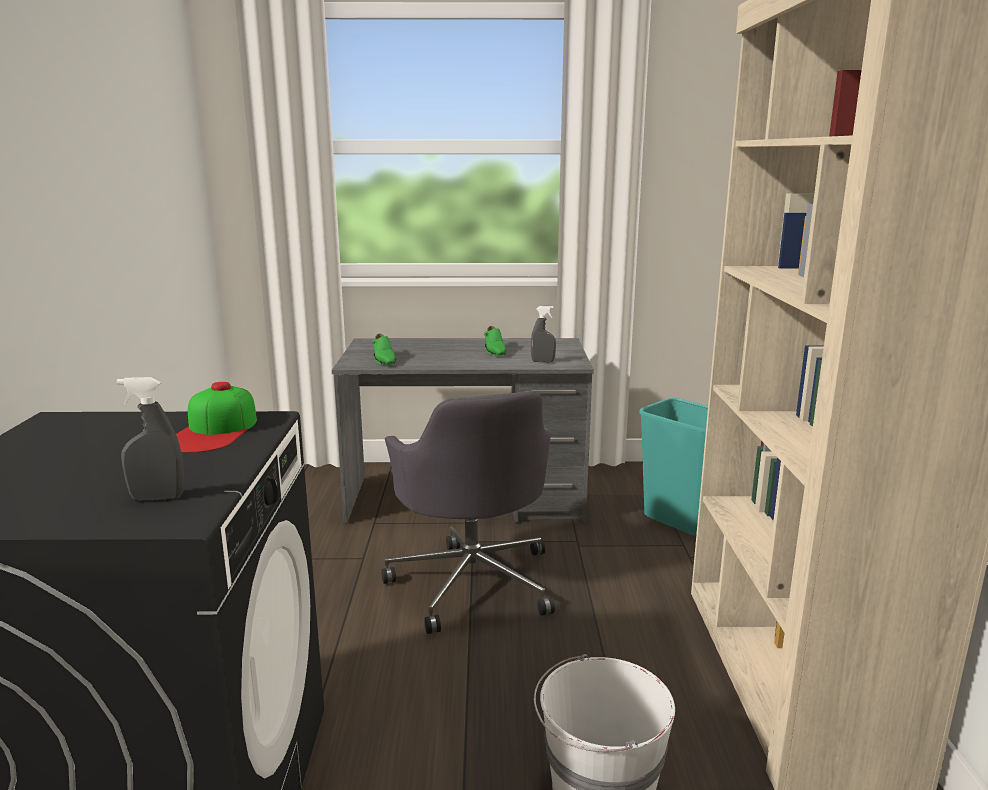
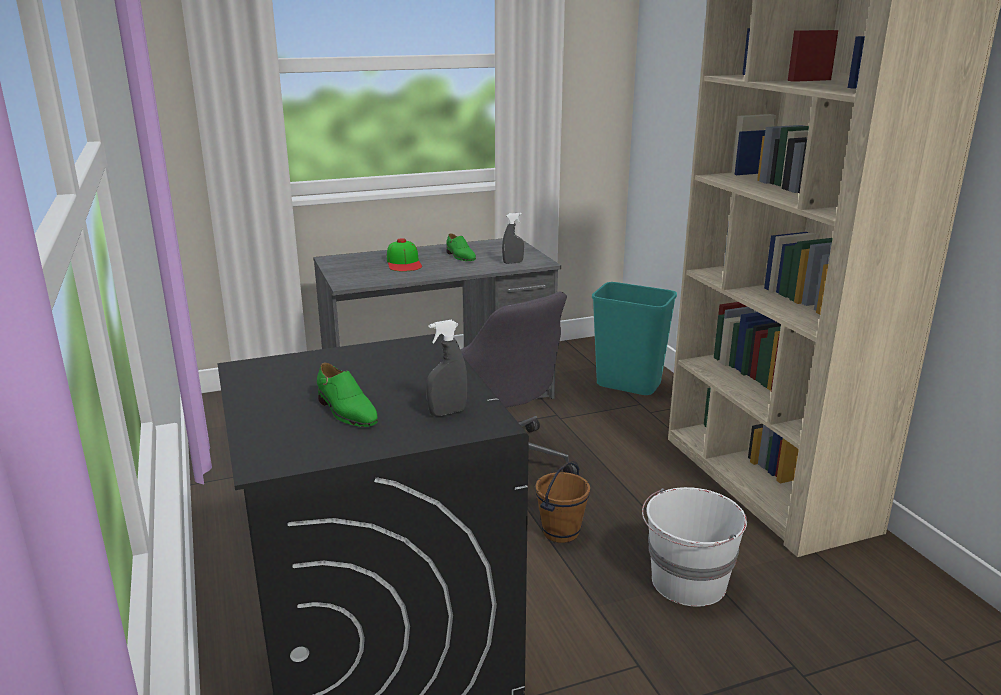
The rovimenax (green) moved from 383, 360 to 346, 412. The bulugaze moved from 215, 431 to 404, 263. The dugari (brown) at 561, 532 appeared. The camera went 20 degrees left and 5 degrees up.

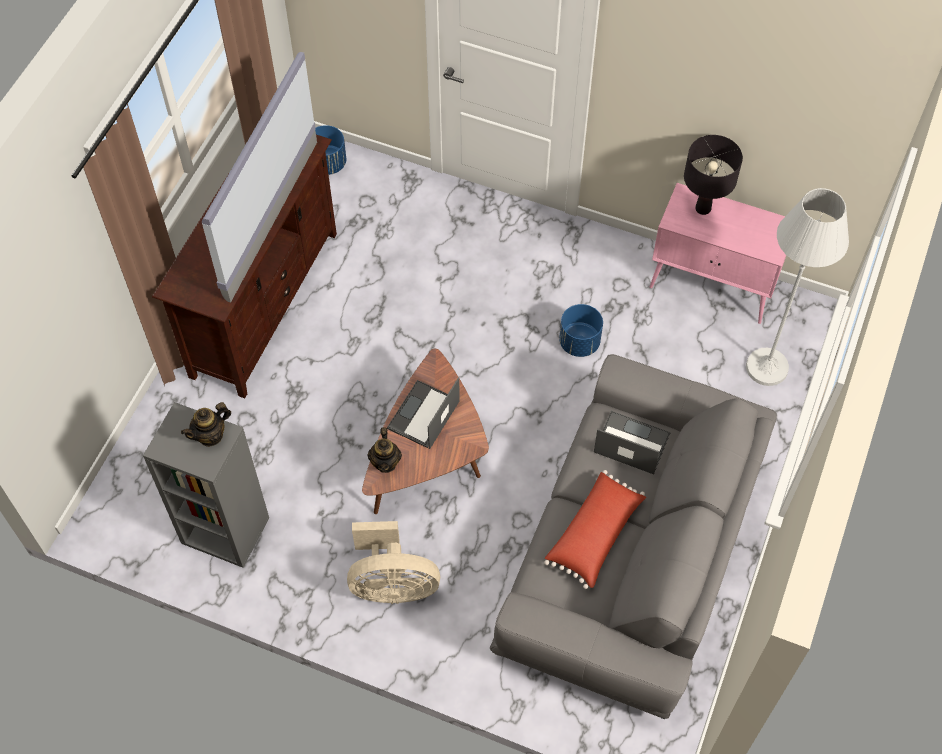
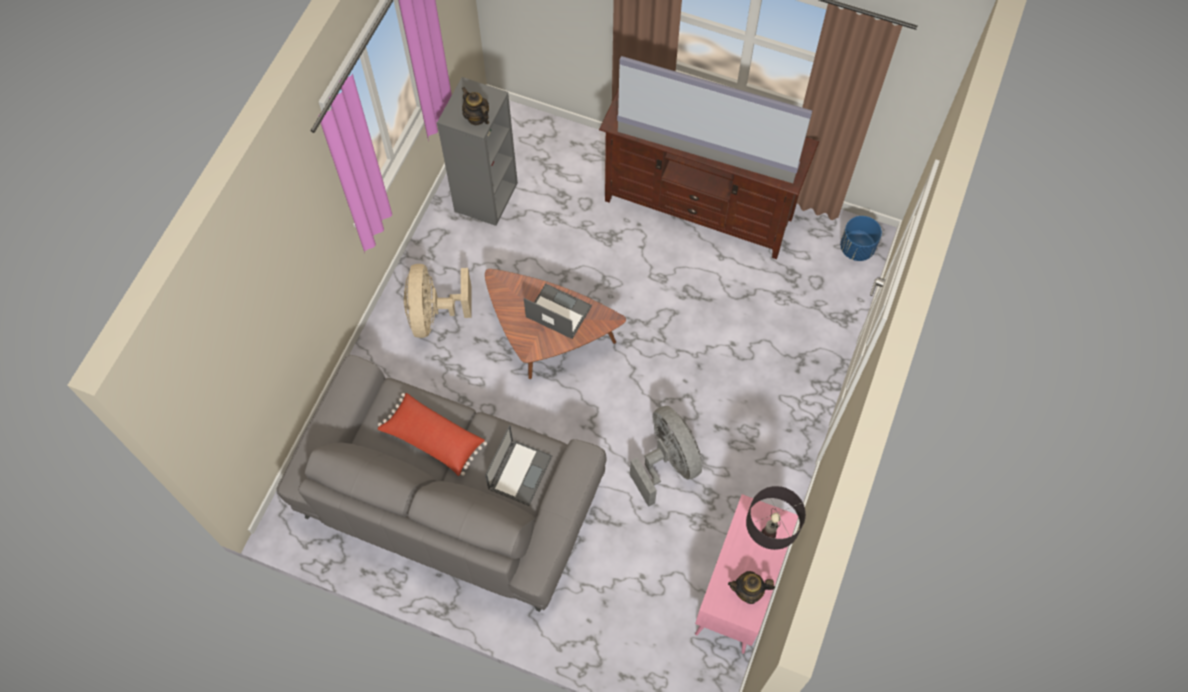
The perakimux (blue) at 579, 343 was replaced by the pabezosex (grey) at 667, 463. The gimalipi moved from 385, 462 to 748, 591. The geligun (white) at 766, 367 disappeared. The camera went 90 degrees right and 5 degrees up.

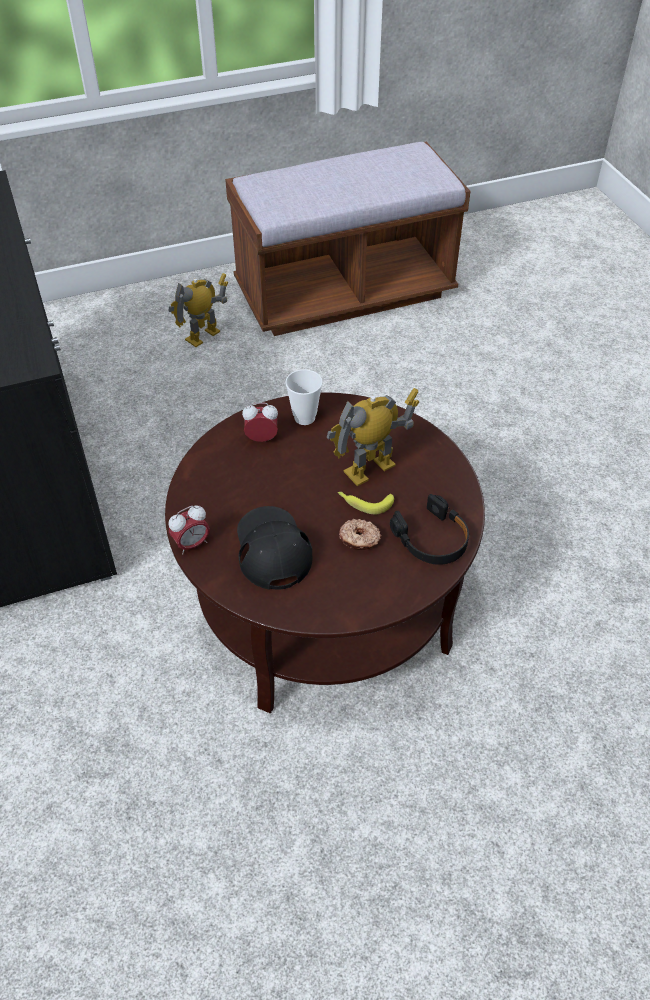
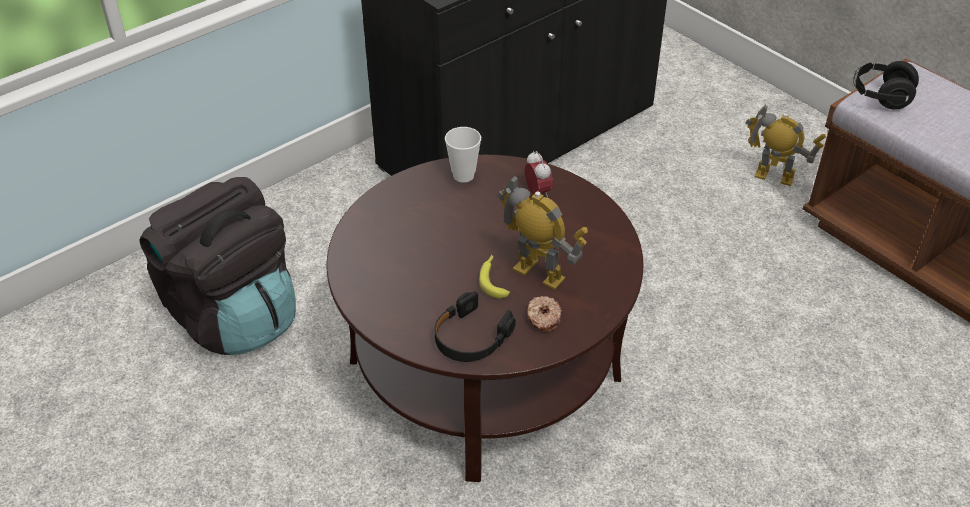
The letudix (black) at 232, 315 appeared. The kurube moved from 304, 417 to 463, 175. The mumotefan moved from 359, 539 to 543, 318. The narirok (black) at 880, 97 appeared. The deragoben at 191, 544 disappeared. The bulugaze (black) at 272, 549 disappeared. The camera went 70 degrees right and 5 degrees down.

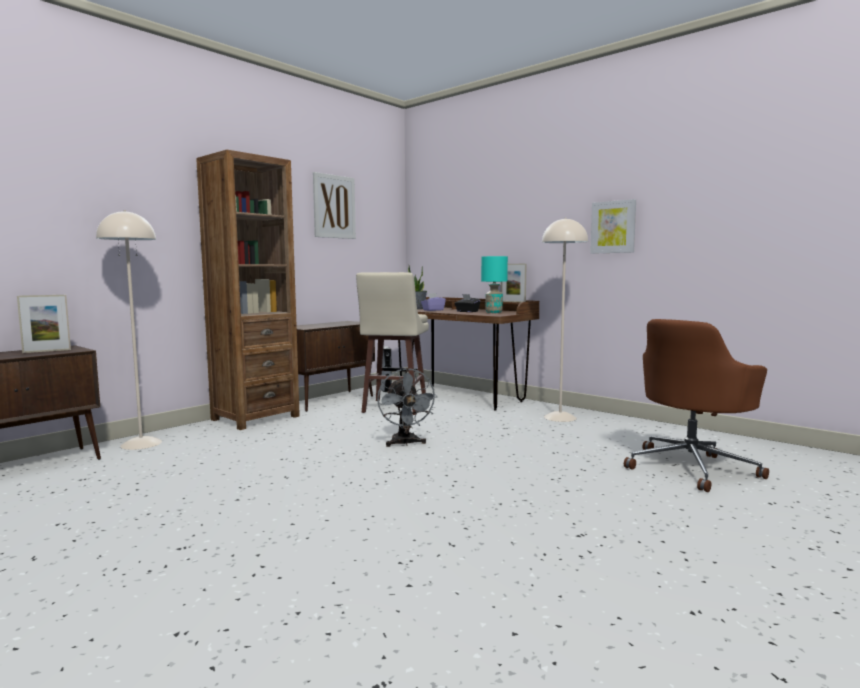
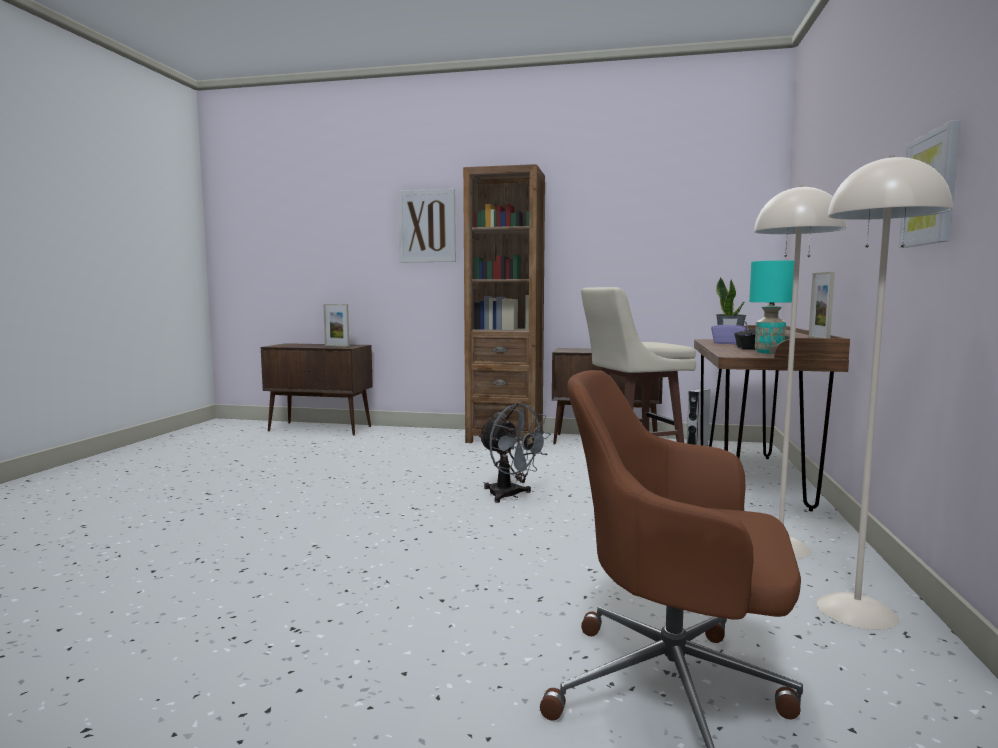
The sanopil moved from 334, 206 to 427, 226. The pabezosex (grey) at 405, 443 turned 90 degrees counterclockwise. The geligun (beige) moved from 141, 443 to 856, 610. The camera went 60 degrees right and 0 degrees up.

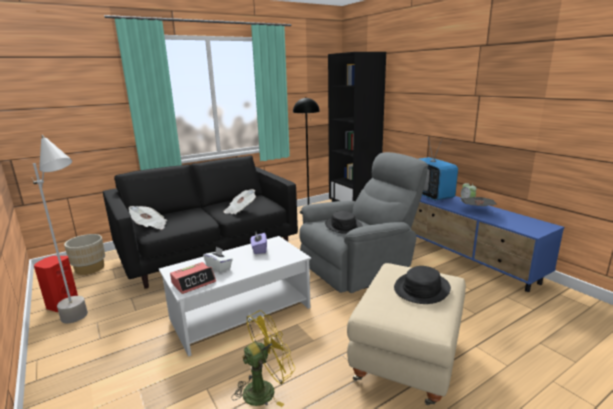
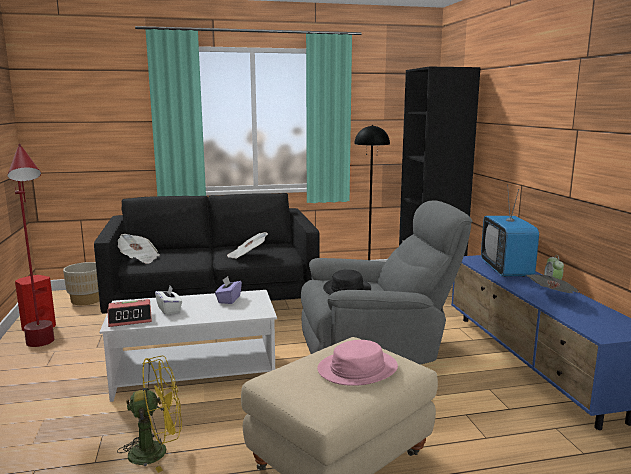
The geligun (grey) at 84, 322 became the geligun (red) at 44, 349. The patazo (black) at 421, 288 became the patazo (pink) at 357, 369. The camera went 20 degrees right and 5 degrees down.

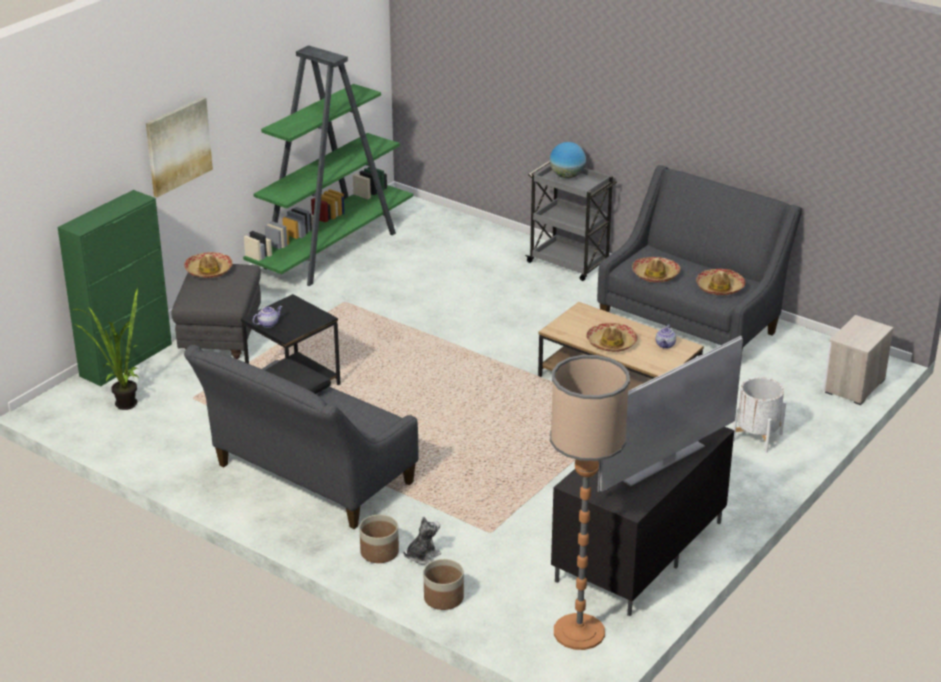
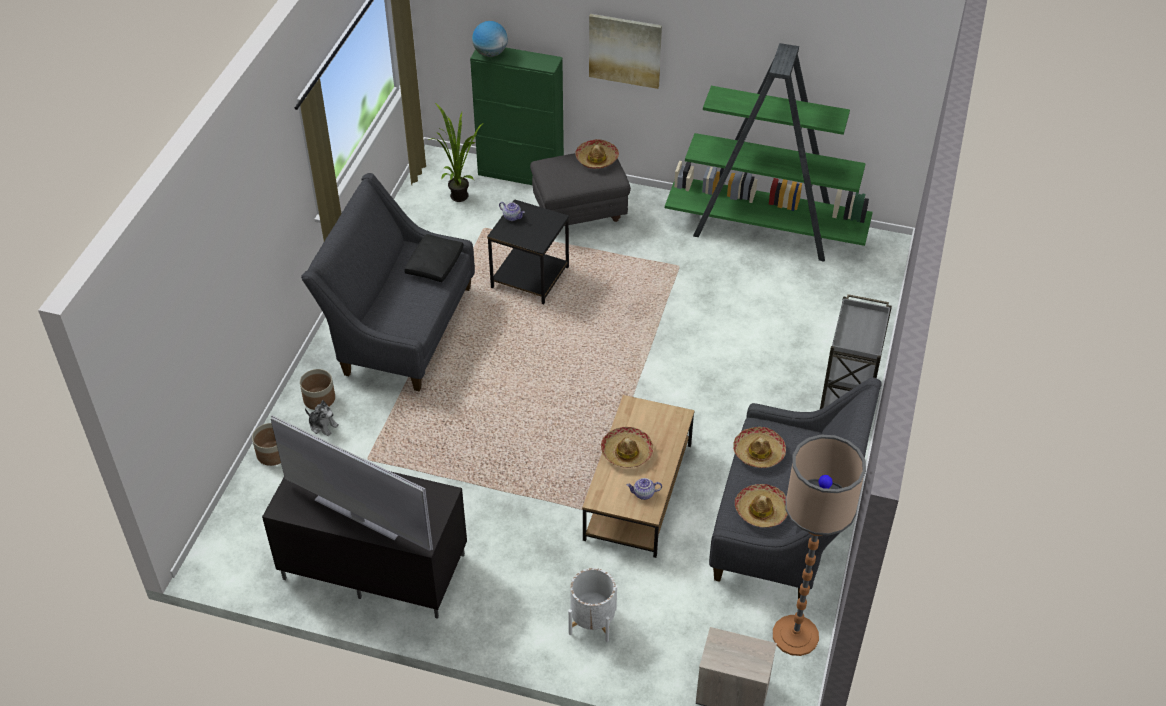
The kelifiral moved from 567, 176 to 490, 53. The geligun moved from 579, 632 to 795, 636. The camera went 70 degrees right and 15 degrees up.

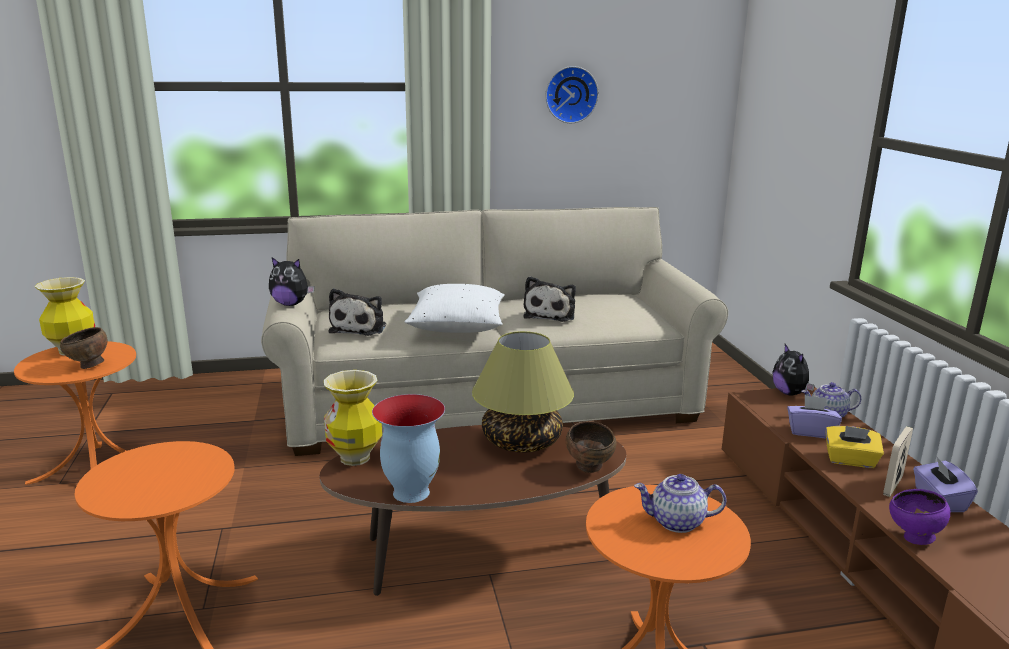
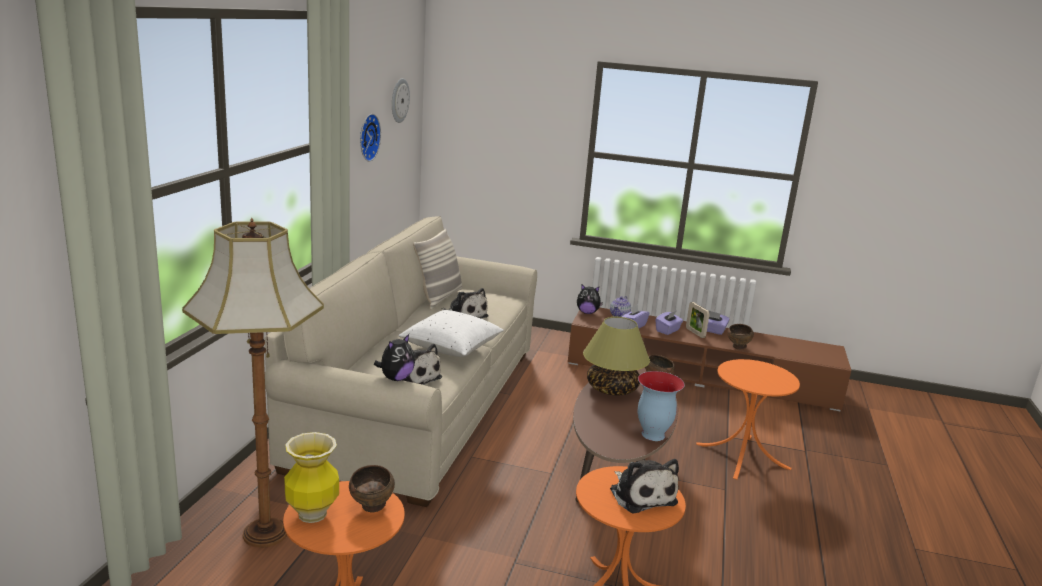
The geligun at 263, 533 appeared. The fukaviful at 399, 100 appeared. The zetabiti at 439, 298 appeared. The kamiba at 641, 494 appeared. The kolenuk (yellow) at 850, 460 became the kolenuk (purple) at 668, 330. The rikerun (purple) at 913, 539 became the rikerun (brown) at 738, 348. The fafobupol at 355, 458 disappeared. The gimalipi at 676, 522 disappeared. The camera went 65 degrees left and 0 degrees up.

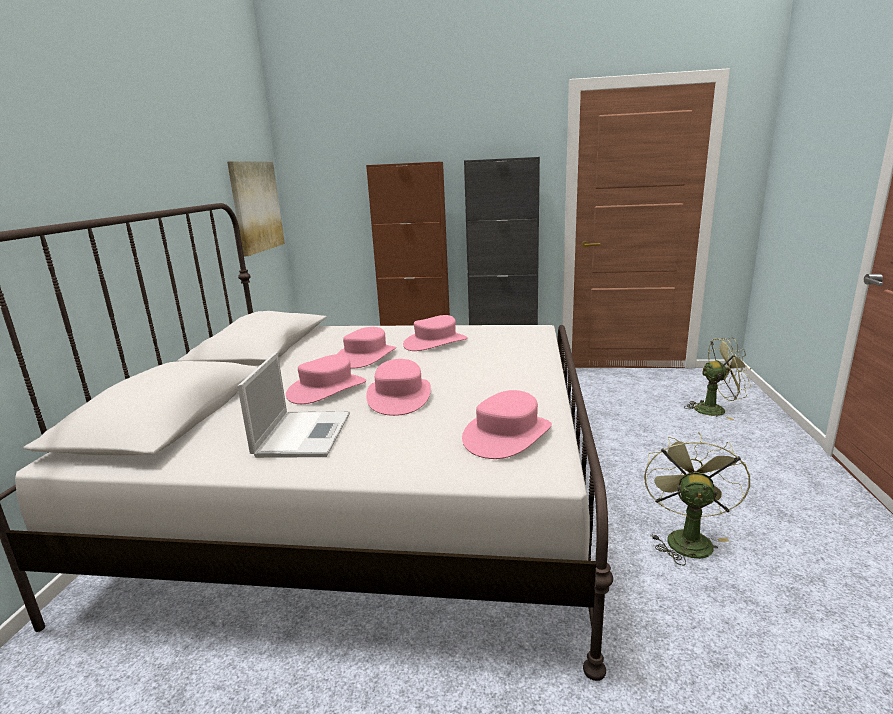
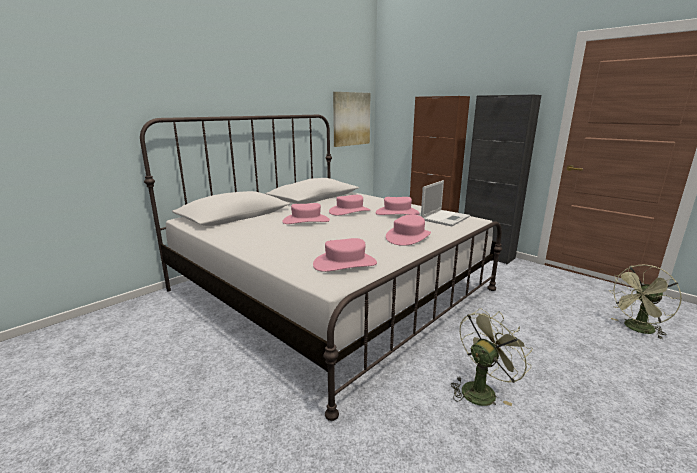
The patazo (pink) moved from 399, 396 to 408, 237. The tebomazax moved from 303, 433 to 445, 218. The pabezosex (green) at 715, 409 turned 120 degrees clockwise. The camera went 35 degrees right and 0 degrees up.

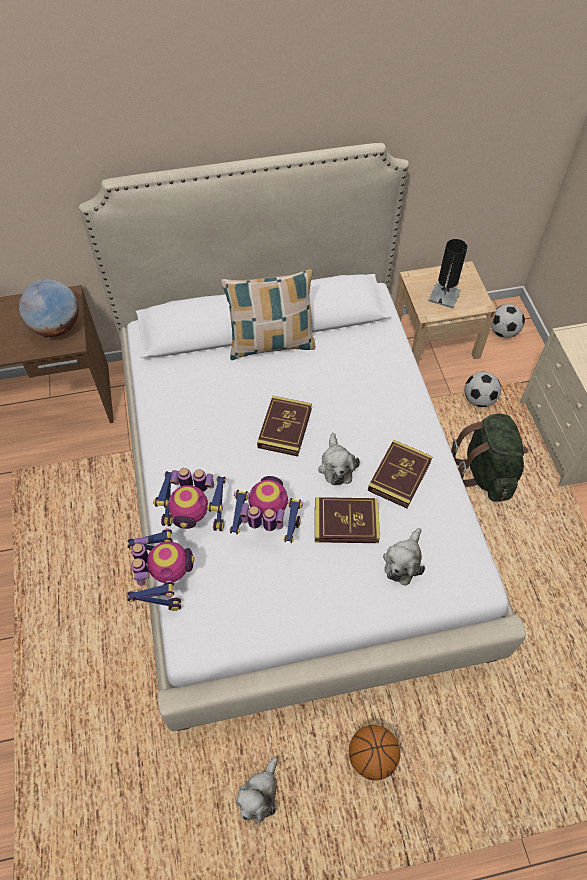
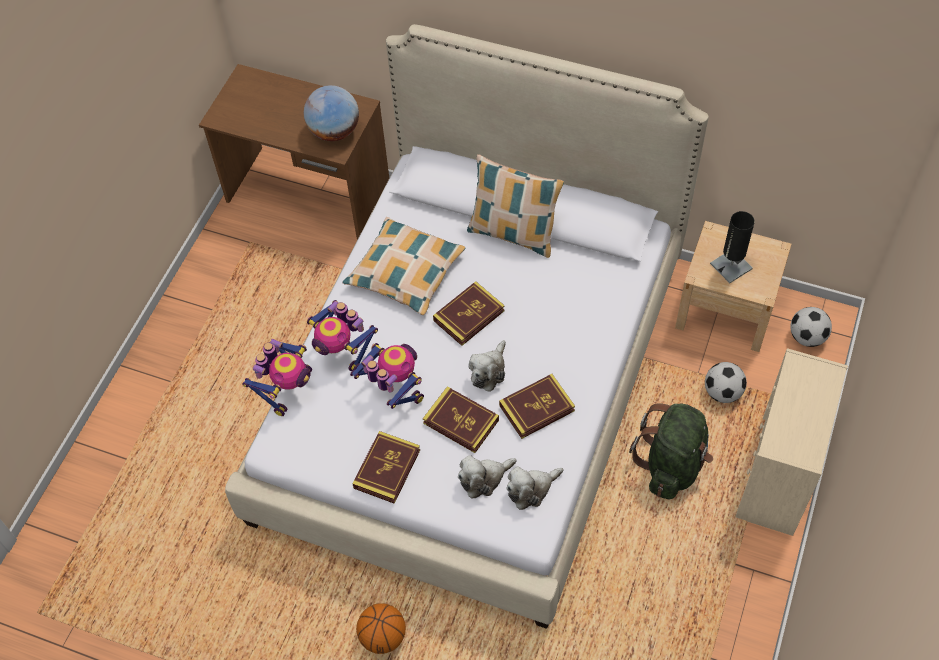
The zetabiti at 405, 272 appeared. The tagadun at 387, 469 appeared. The kamiba moved from 259, 794 to 531, 489. The camera went 35 degrees right and 0 degrees up.

